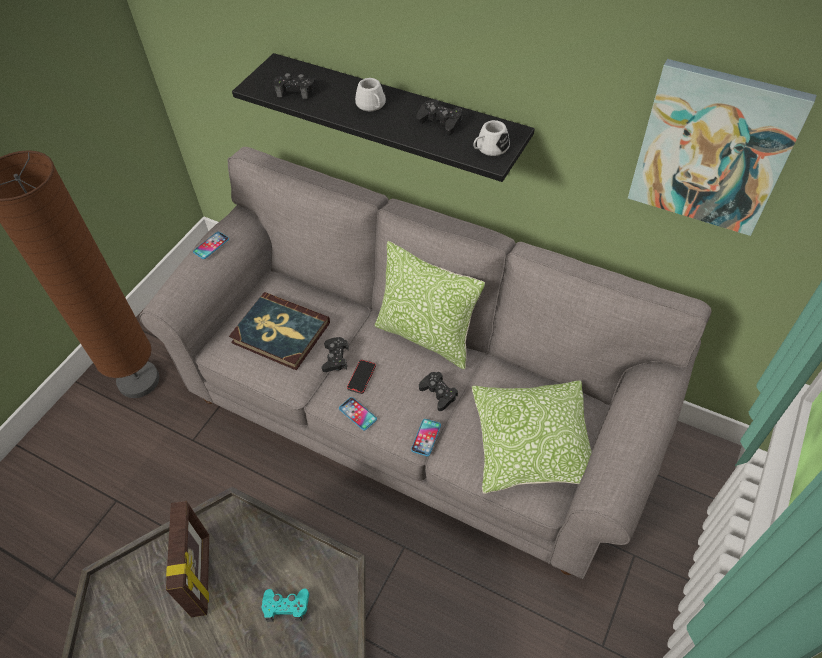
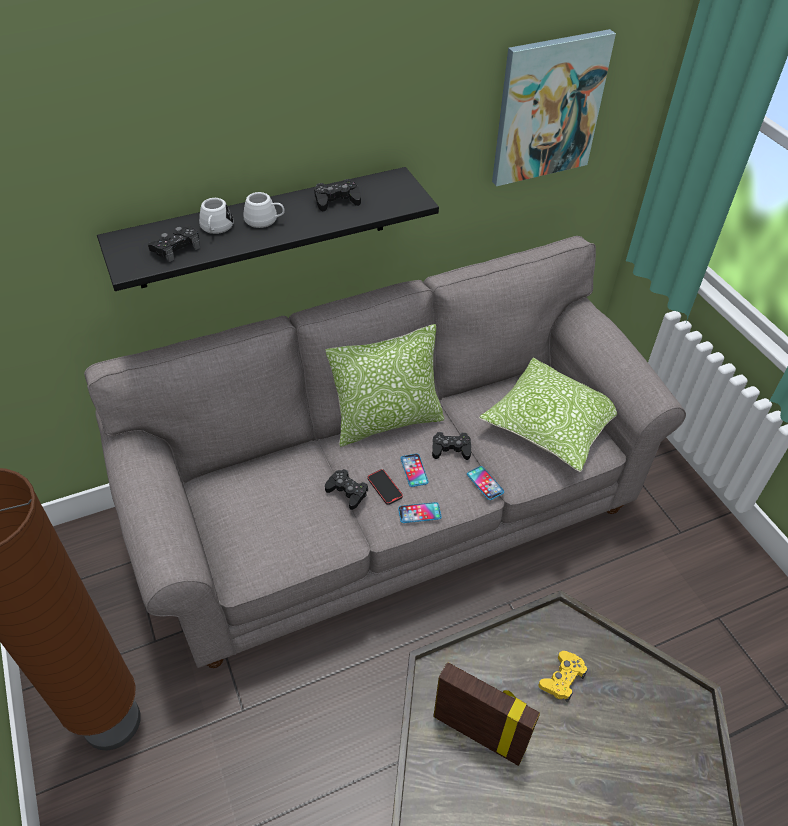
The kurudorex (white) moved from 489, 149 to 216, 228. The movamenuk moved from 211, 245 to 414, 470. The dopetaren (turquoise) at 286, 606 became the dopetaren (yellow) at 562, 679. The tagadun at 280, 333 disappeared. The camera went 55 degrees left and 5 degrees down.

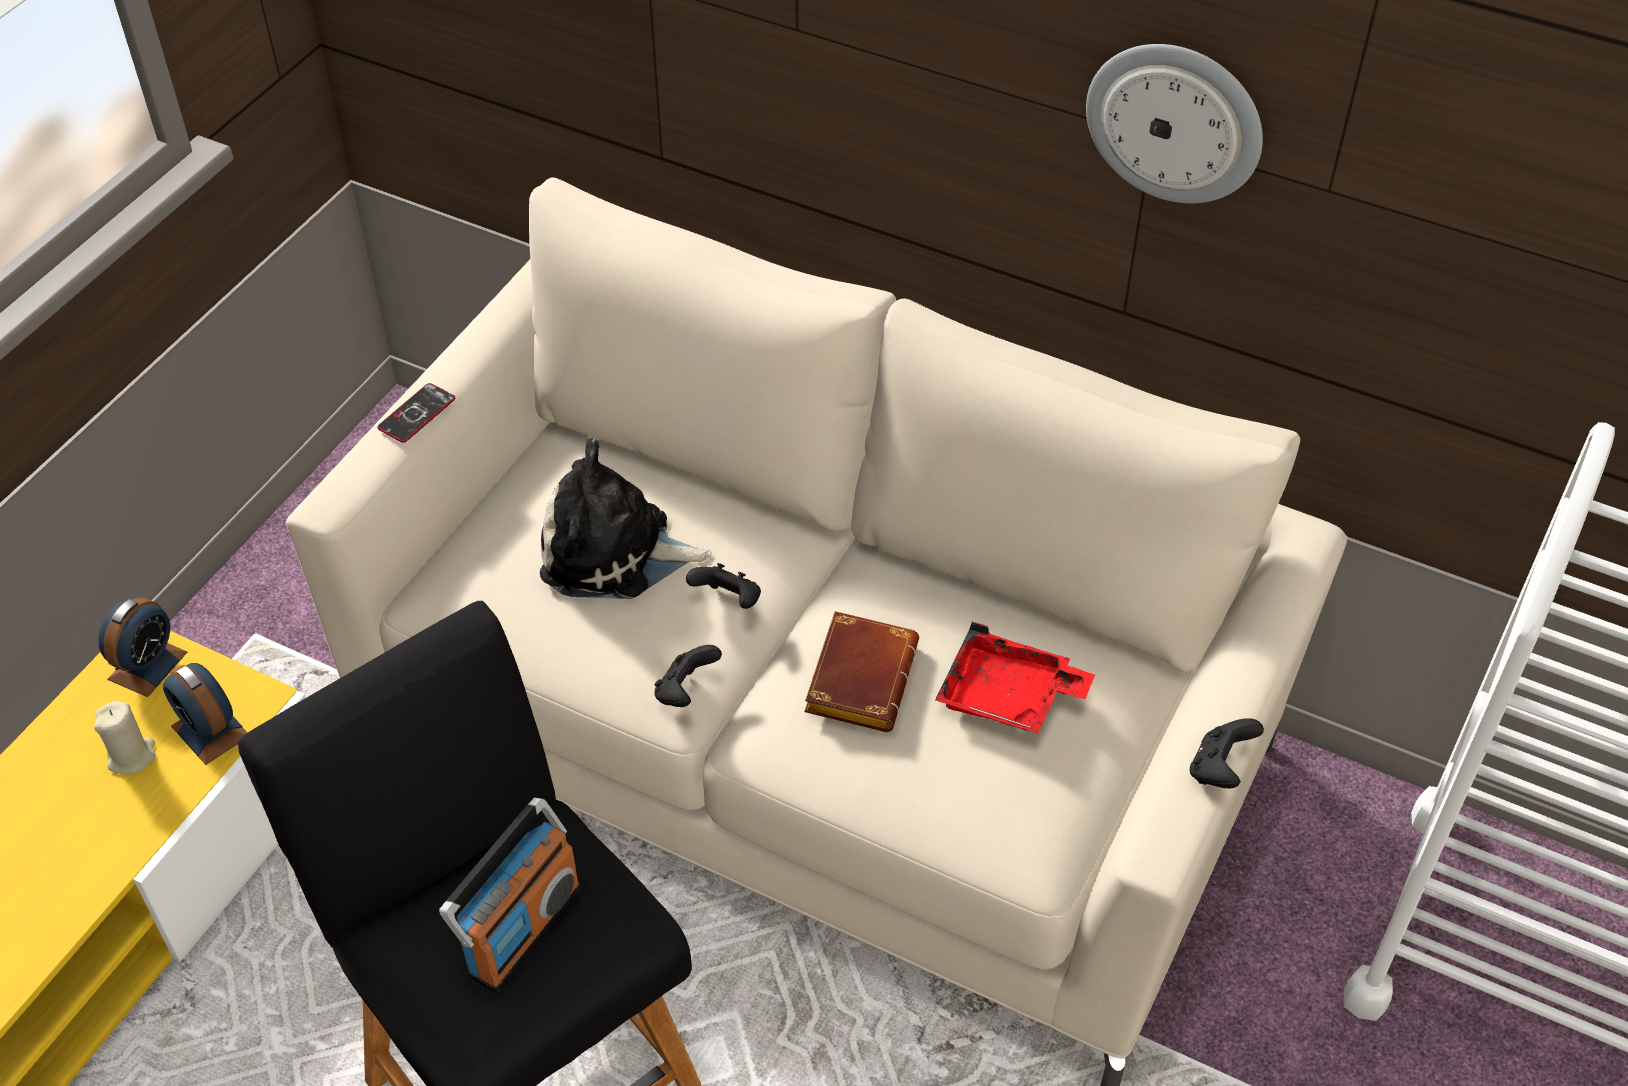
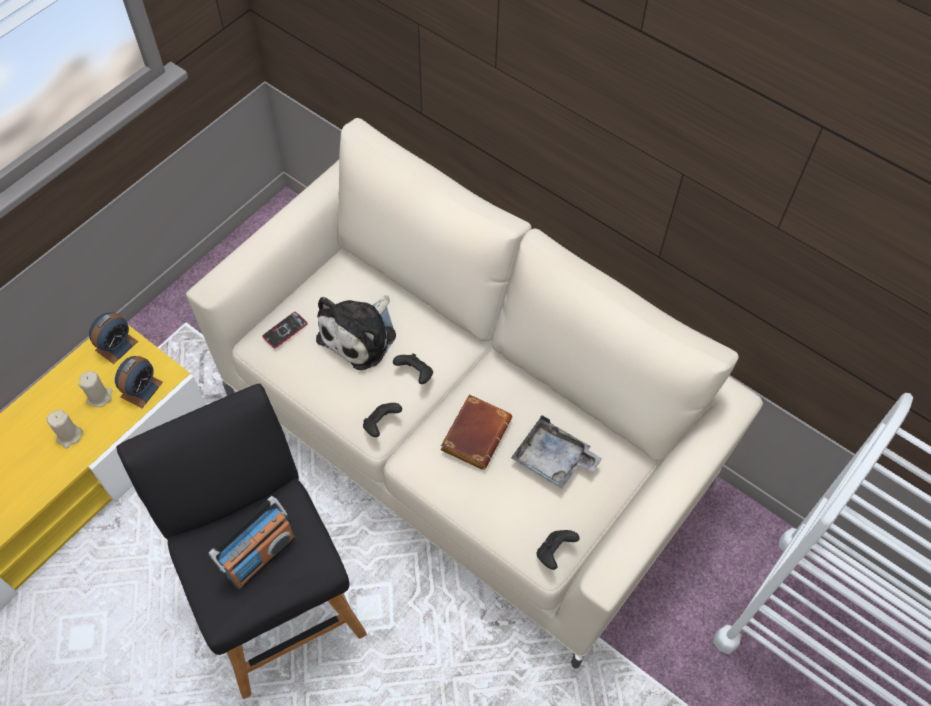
The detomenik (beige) at 69, 436 appeared. The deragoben at 210, 731 turned 120 degrees counterclockwise. The movamenuk moved from 417, 414 to 285, 330. The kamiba at 614, 553 turned 75 degrees counterclockwise. The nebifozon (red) at 1008, 696 became the nebifozon (grey) at 553, 460. The dopetaren (black) moved from 1219, 769 to 554, 552. The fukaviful at 1175, 121 disappeared. The camera went 10 degrees right and 10 degrees up.

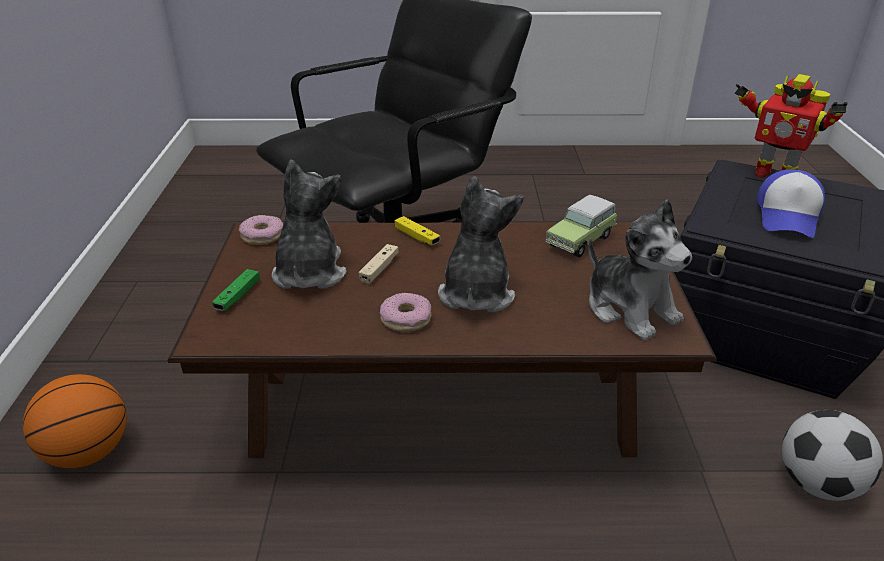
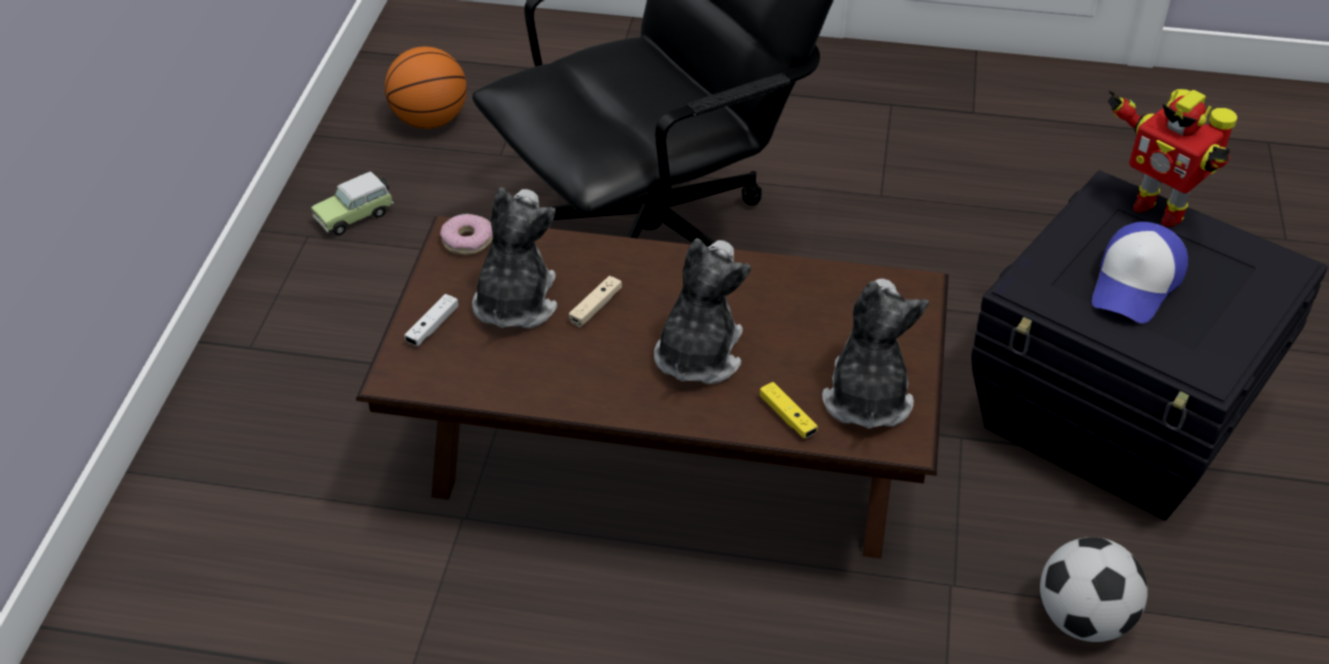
The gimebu moved from 581, 240 to 356, 216. The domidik moved from 89, 452 to 430, 120. The dopetaren (green) at 238, 296 became the dopetaren (white) at 432, 326. The dopetaren (yellow) moved from 417, 237 to 787, 417. The kamiba at 630, 308 turned 150 degrees counterclockwise. The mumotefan at 406, 319 disappeared. The camera went 10 degrees right and 10 degrees up.

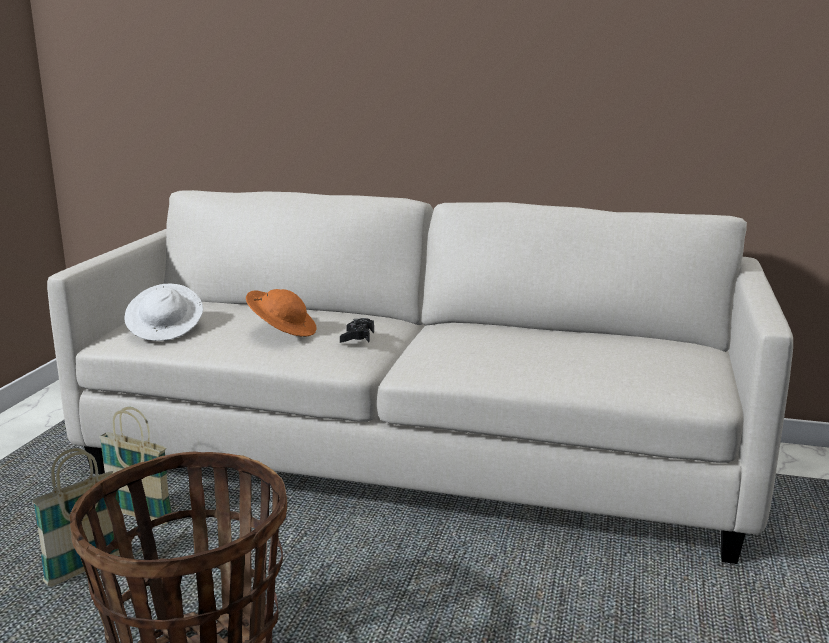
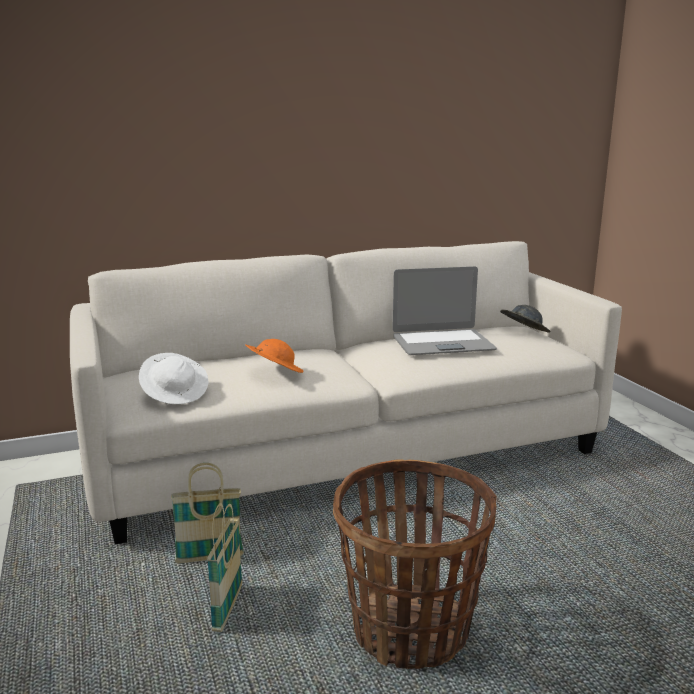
The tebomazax at 442, 343 appeared. The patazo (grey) at 523, 333 appeared. The dopetaren (black) at 357, 337 disappeared. The camera went 35 degrees left and 0 degrees up.

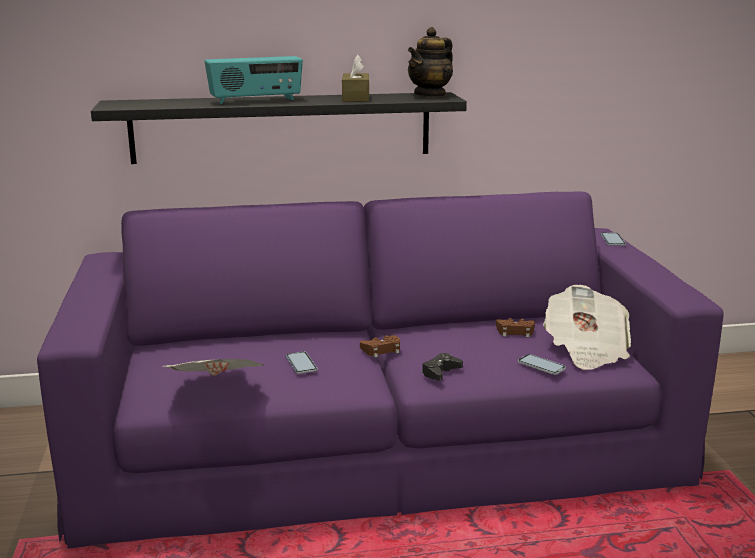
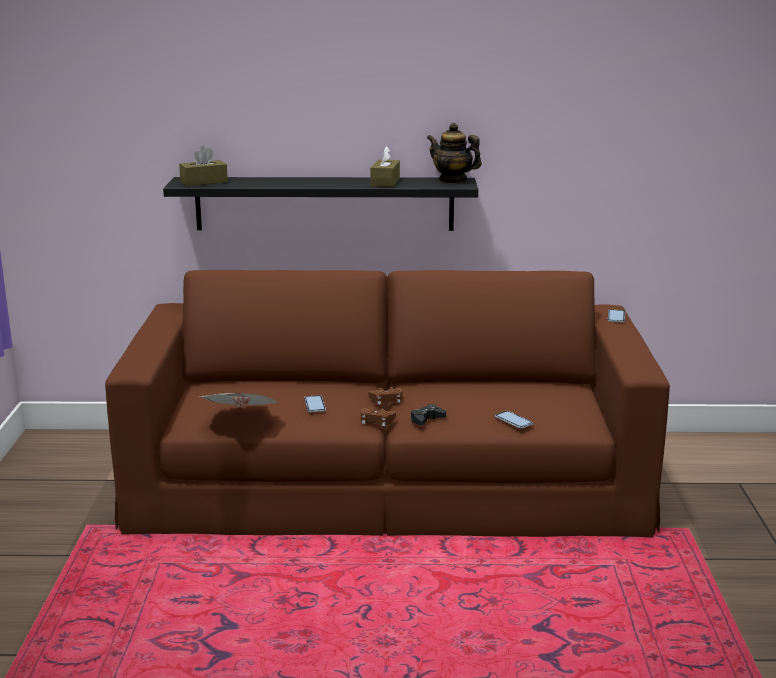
The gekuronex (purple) at 377, 441 became the gekuronex (brown) at 388, 480. The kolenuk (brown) at 204, 182 appeared. The dopetaren (brown) moved from 515, 332 to 376, 420. The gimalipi at 430, 95 turned 75 degrees clockwise. The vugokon at 256, 101 disappeared. The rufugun at 585, 350 disappeared. The camera went 10 degrees right and 0 degrees up.

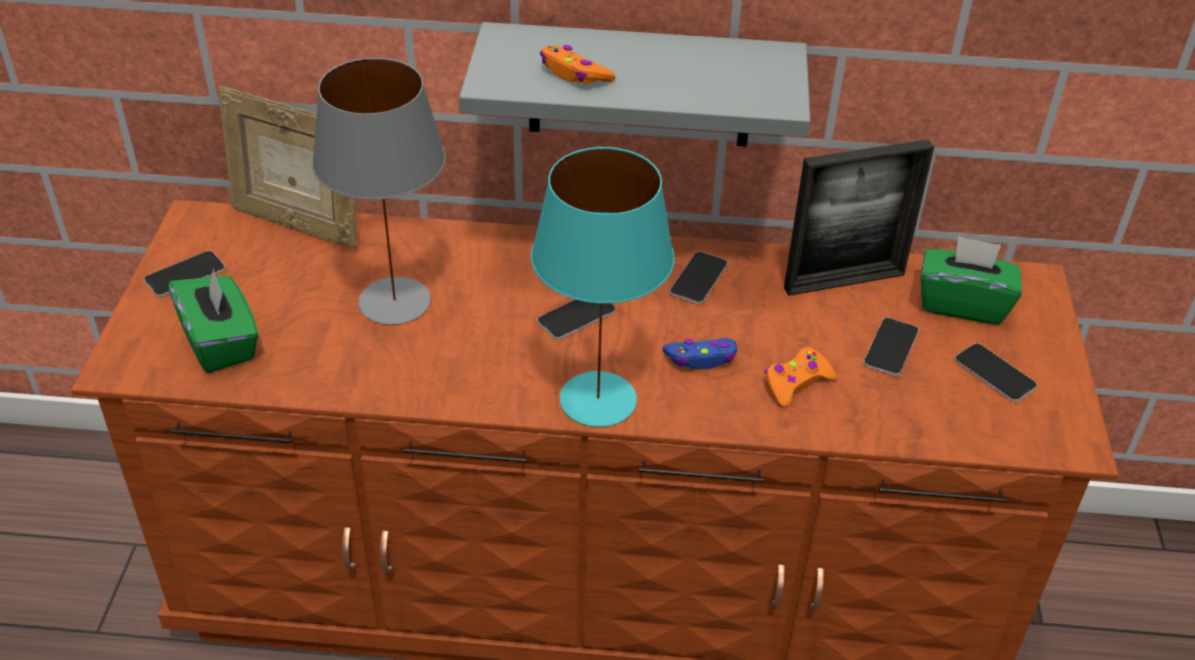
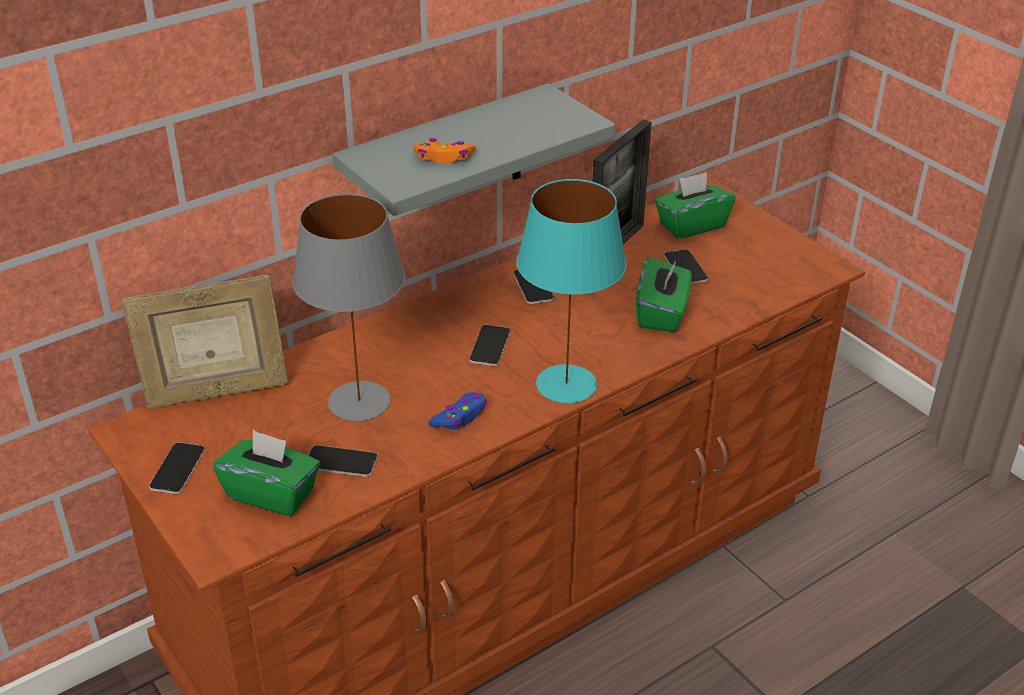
The movamenuk moved from 994, 373 to 341, 462. The dopetaren (blue) moved from 701, 359 to 460, 417. The dopetaren (orange) at 796, 383 was replaced by the kolenuk (green) at 662, 313. The camera went 40 degrees left and 5 degrees down.

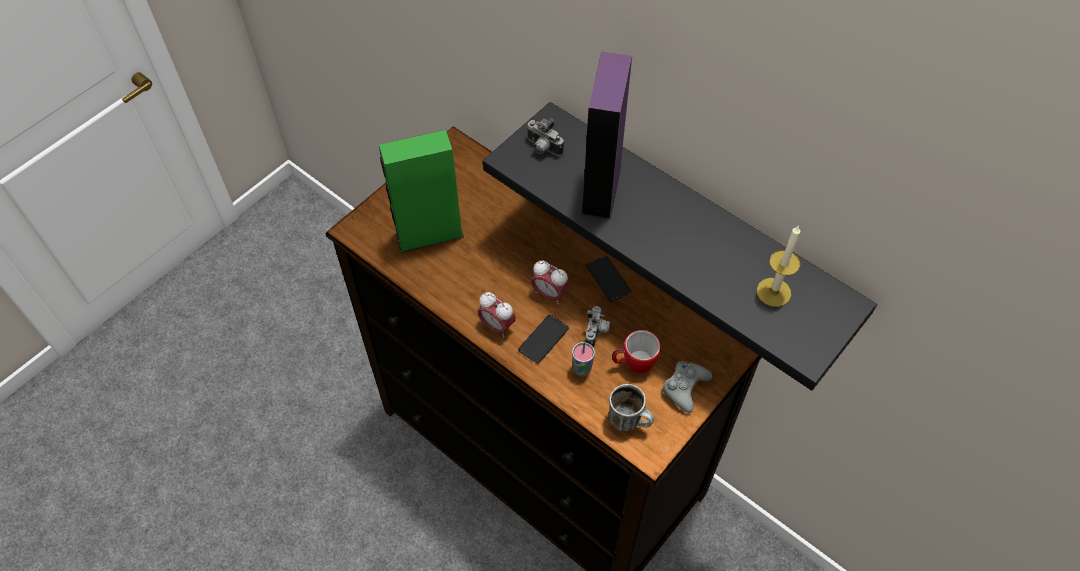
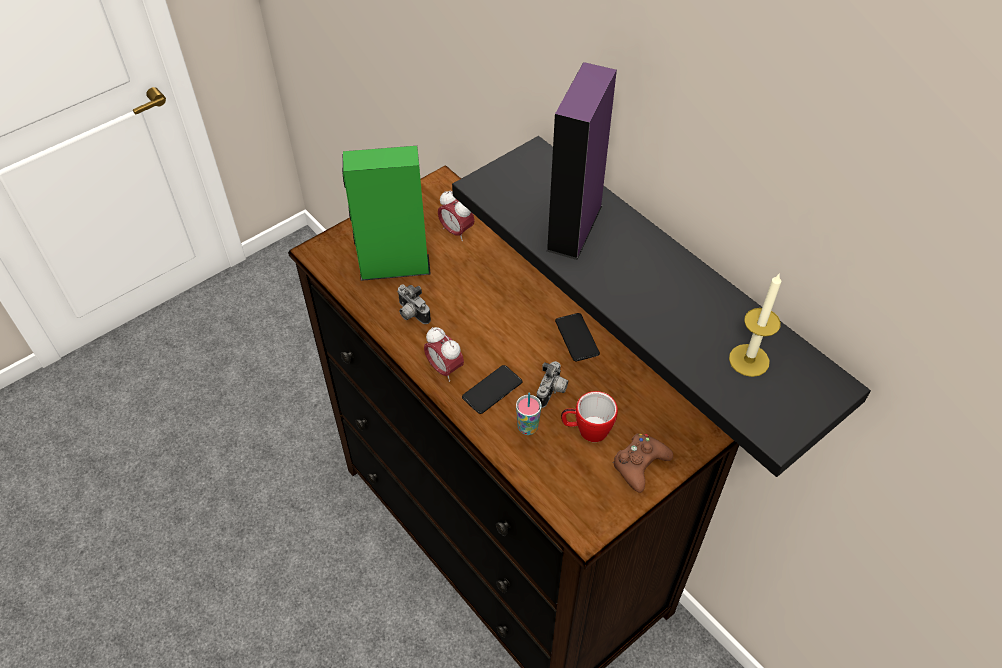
The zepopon moved from 542, 148 to 411, 314. The deragoben moved from 549, 294 to 456, 231. The dopetaren (grey) at 684, 388 became the dopetaren (brown) at 639, 464. The kurudorex at 630, 421 disappeared. The camera went 10 degrees right and 5 degrees down.

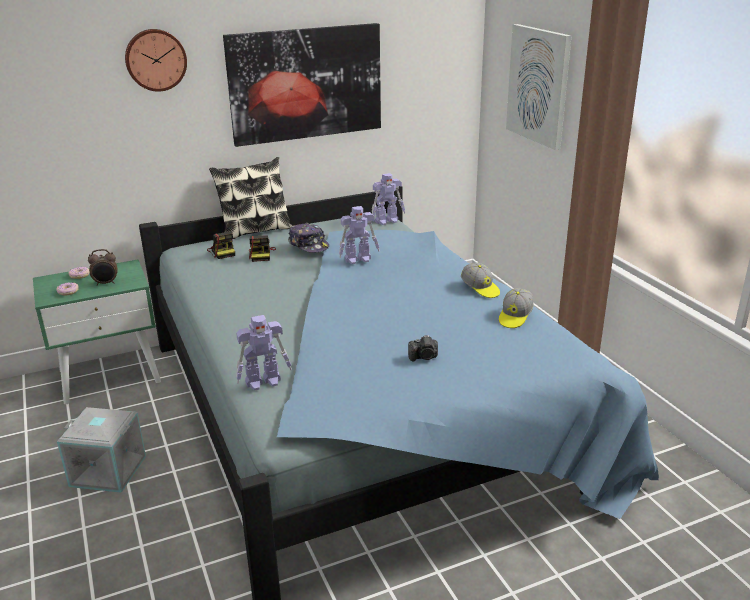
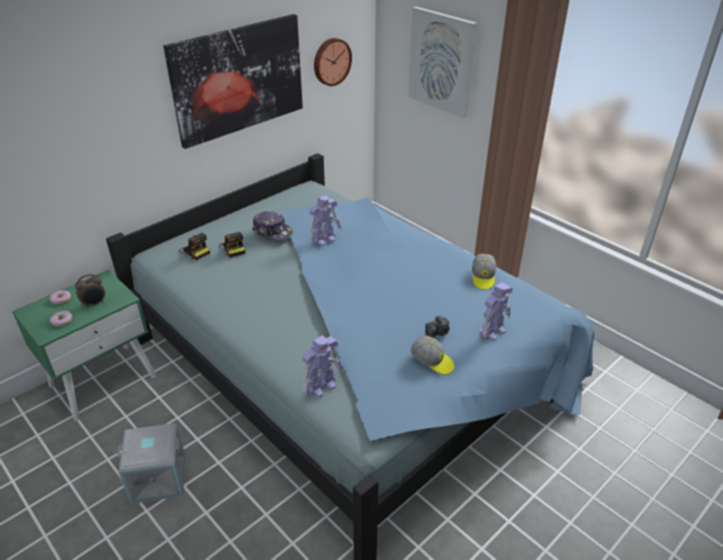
The fukaviful moved from 155, 60 to 331, 61. The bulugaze moved from 480, 289 to 432, 362. The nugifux moved from 387, 221 to 493, 331. The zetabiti at 255, 231 disappeared. The camera went 20 degrees left and 10 degrees up.

